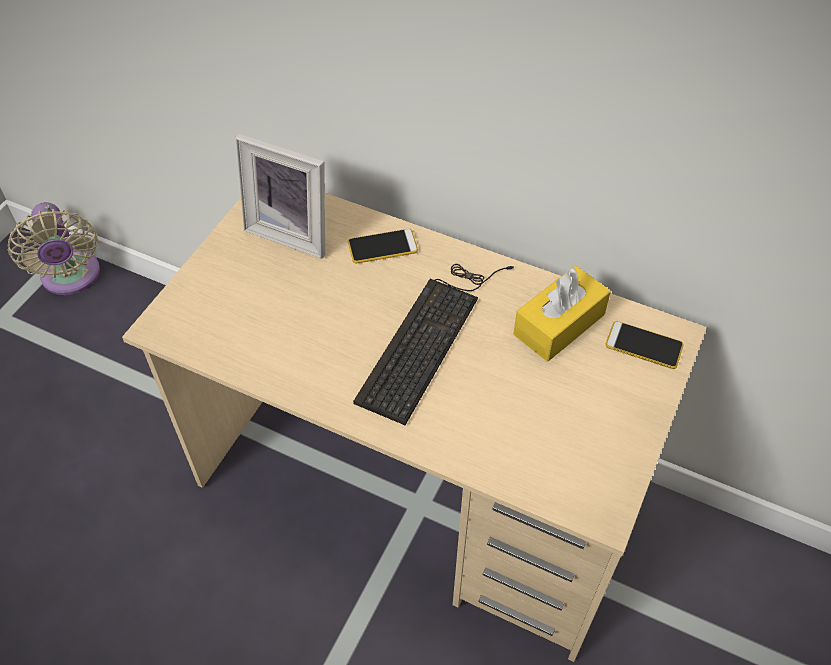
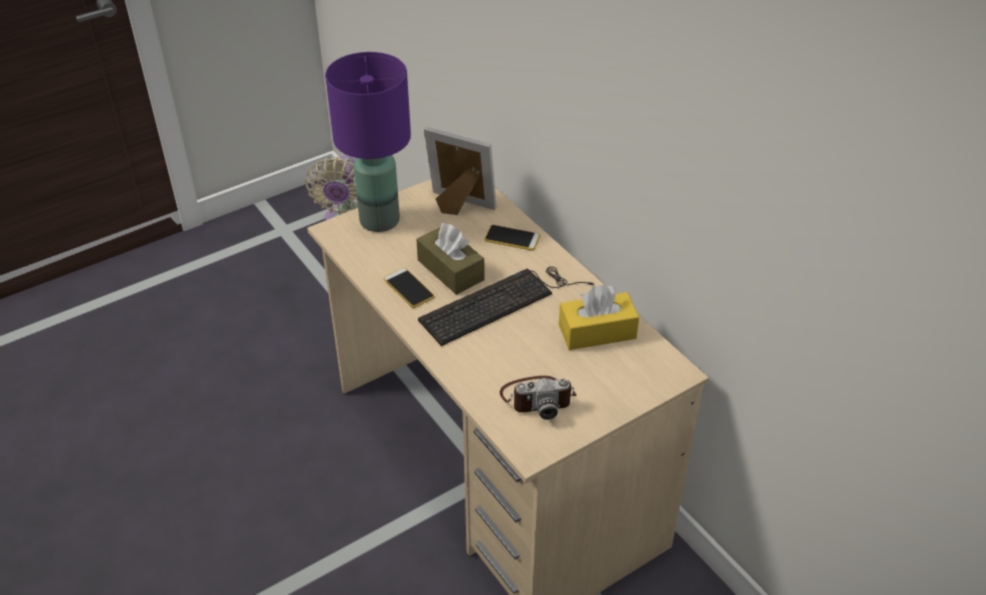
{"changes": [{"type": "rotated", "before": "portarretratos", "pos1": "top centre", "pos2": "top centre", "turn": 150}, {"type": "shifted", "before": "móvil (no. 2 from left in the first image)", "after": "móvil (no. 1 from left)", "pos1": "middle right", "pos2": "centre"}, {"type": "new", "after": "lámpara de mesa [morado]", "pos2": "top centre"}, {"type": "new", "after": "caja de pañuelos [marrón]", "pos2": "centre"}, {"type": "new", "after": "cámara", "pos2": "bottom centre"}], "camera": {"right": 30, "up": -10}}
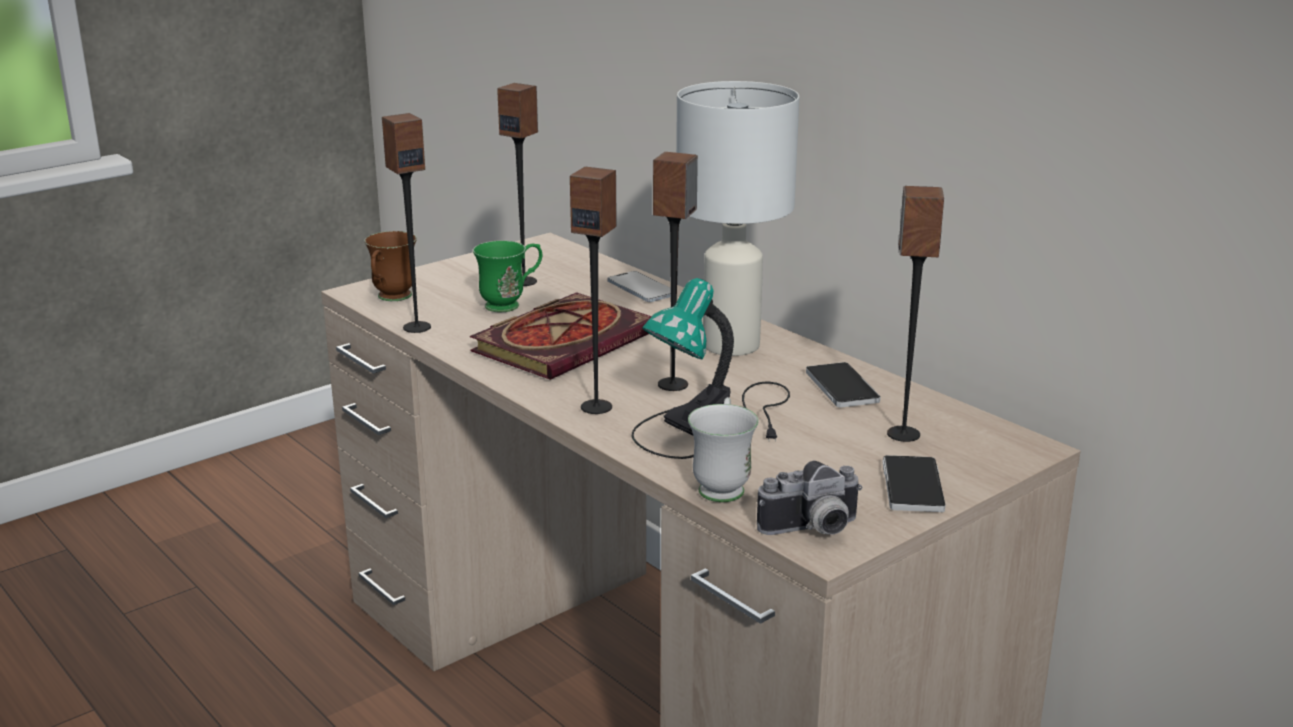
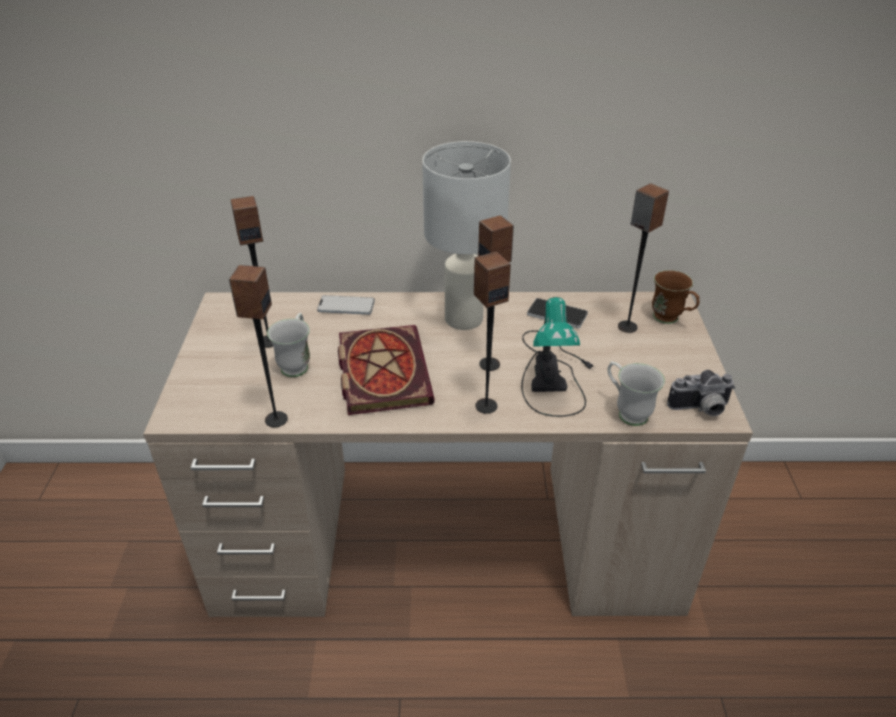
{"changes": [{"type": "shifted", "before": "taza grande [marrón]", "pos1": "middle left", "pos2": "middle right"}, {"type": "repainted", "before": "taza grande [verde]", "after": "taza grande [blanco] (no. 1 from left)", "pos1": "centre", "pos2": "middle left"}, {"type": "rotated", "before": "cámara", "pos1": "bottom centre", "pos2": "middle right", "turn": 60}, {"type": "gone", "before": "móvil (no. 3 from left)", "pos1": "middle right"}], "camera": {"right": -50, "up": 15}}
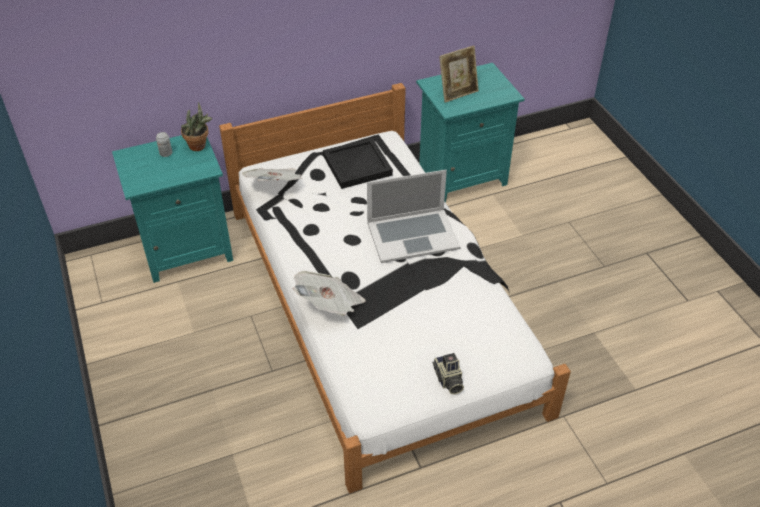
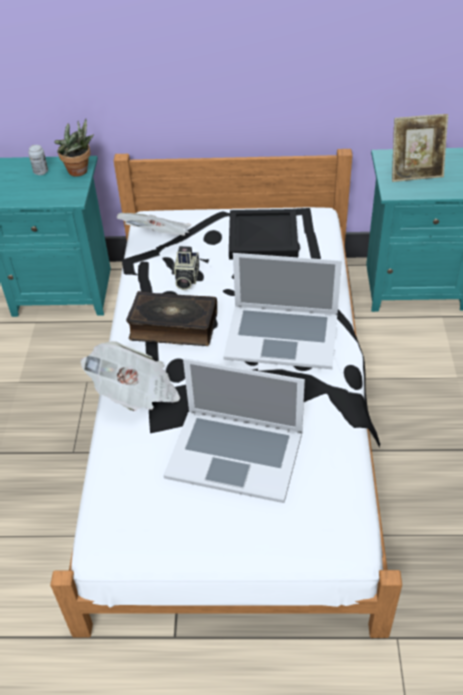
{"changes": [{"type": "shifted", "before": "cámara", "pos1": "bottom centre", "pos2": "centre"}, {"type": "new", "after": "libro", "pos2": "centre"}, {"type": "new", "after": "portátil (no. 1 from left)", "pos2": "centre"}], "camera": {"right": 25, "up": 0}}
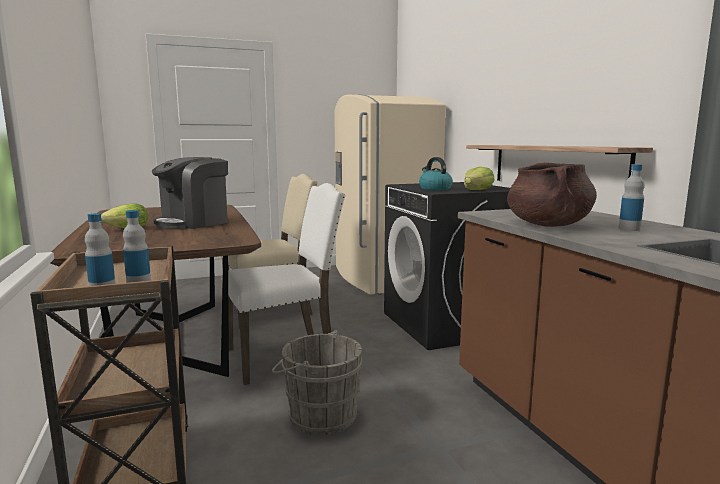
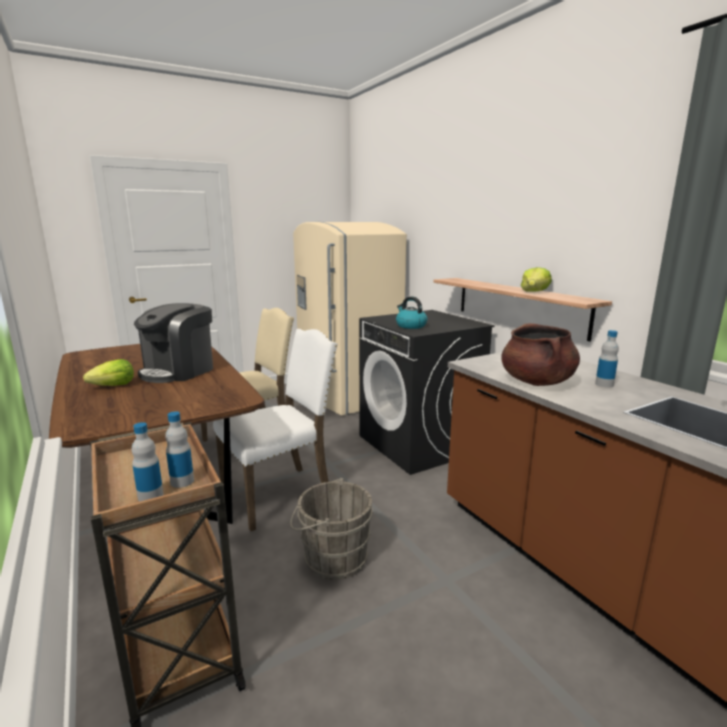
{"changes": [{"type": "shifted", "before": "lechuga (no. 2 from left)", "pos1": "centre", "pos2": "middle right"}], "camera": {"right": -10, "up": 5}}
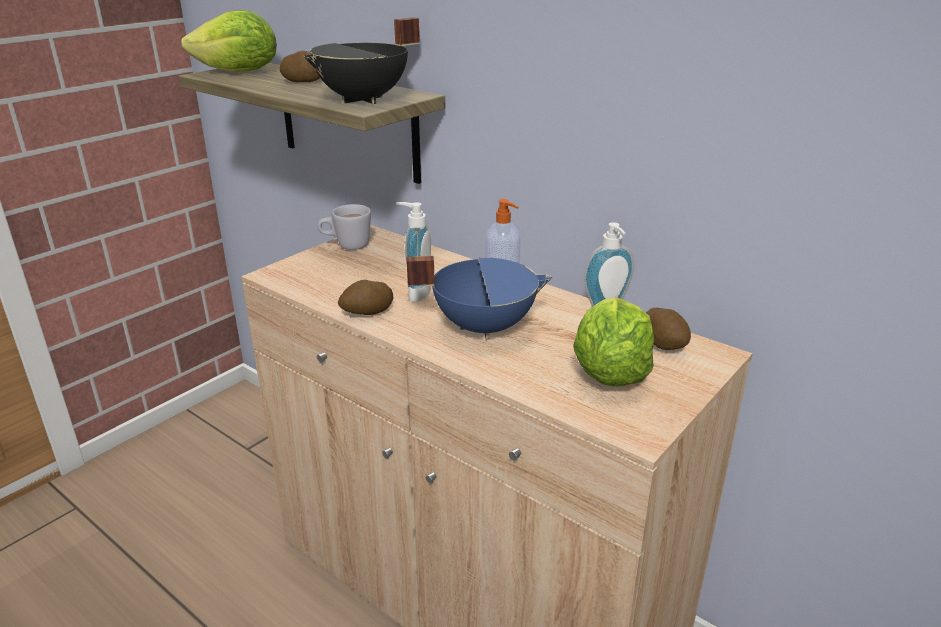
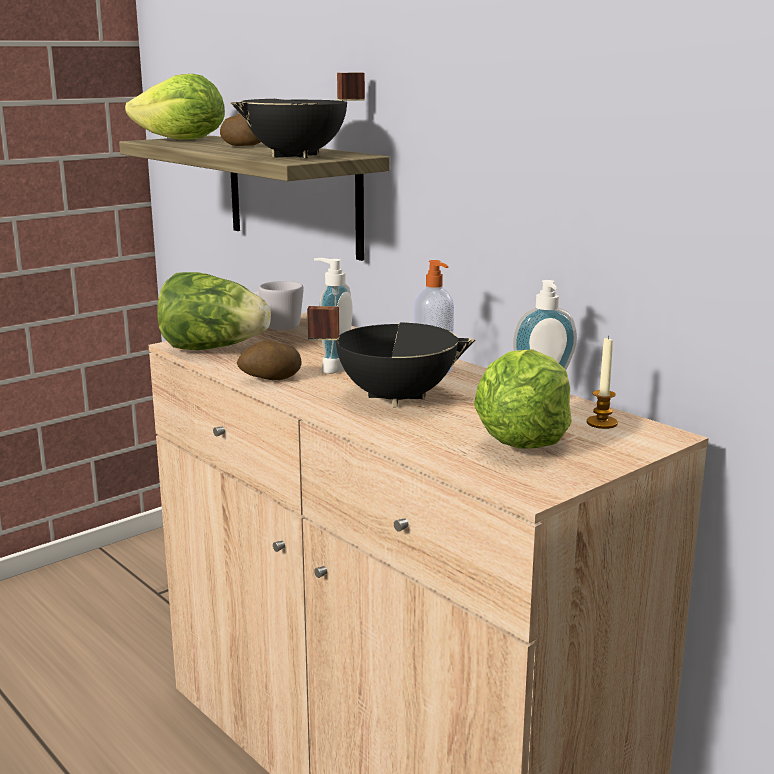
{"changes": [{"type": "repainted", "before": "olla [azul]", "after": "olla [negro] (no. 2 from left)", "pos1": "centre", "pos2": "centre"}, {"type": "swapped", "before": "patata (no. 3 from left)", "after": "vela", "pos1": "middle right", "pos2": "middle right"}, {"type": "new", "after": "lechuga (no. 2 from left)", "pos2": "middle left"}], "camera": {"right": 10, "up": -10}}
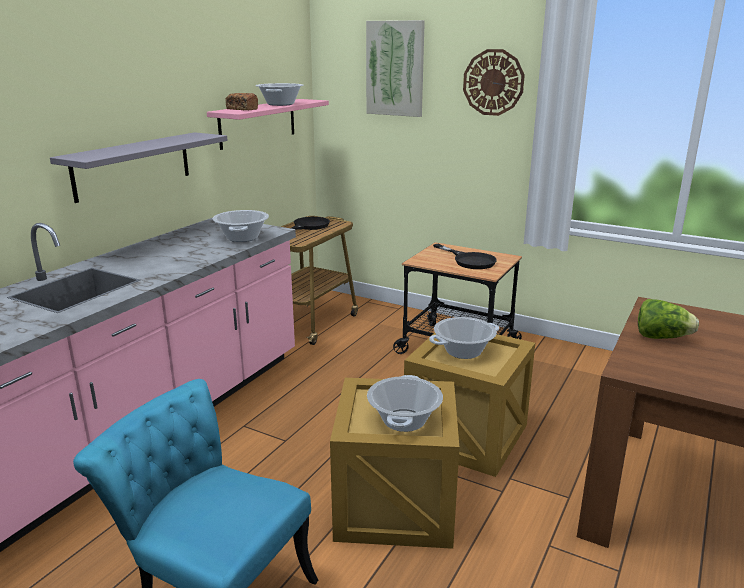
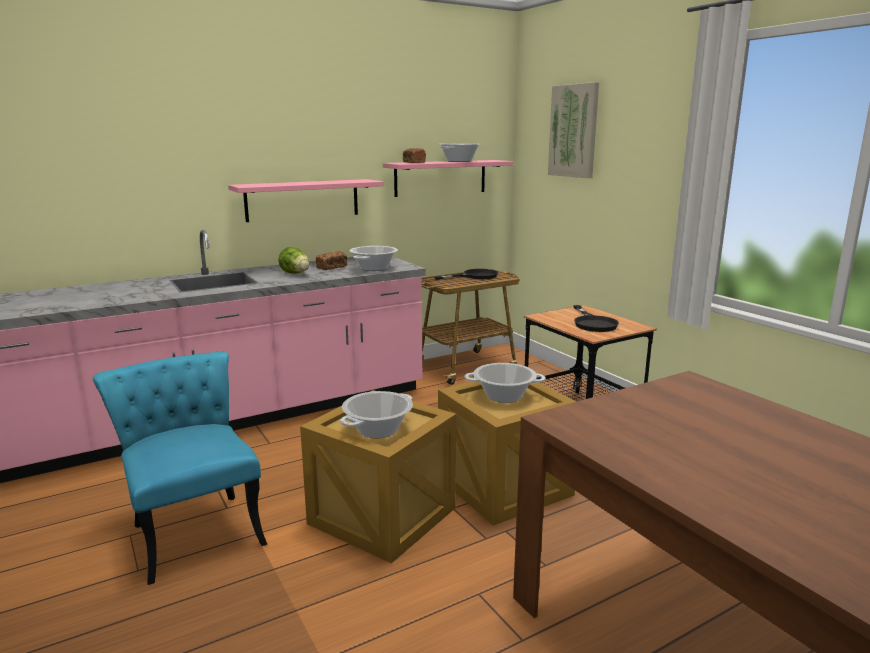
{"changes": [{"type": "repainted", "before": "estante [gris]", "after": "estante [rosa] (no. 1 from left)", "pos1": "top left", "pos2": "top centre"}, {"type": "gone", "before": "reloj de pared", "pos1": "top centre"}, {"type": "shifted", "before": "lechuga", "pos1": "middle right", "pos2": "centre"}, {"type": "new", "after": "pan (no. 1 from left)", "pos2": "centre"}], "camera": {"right": 30, "up": -5}}
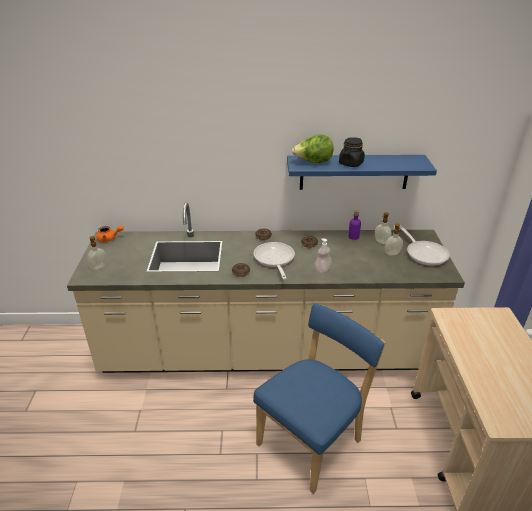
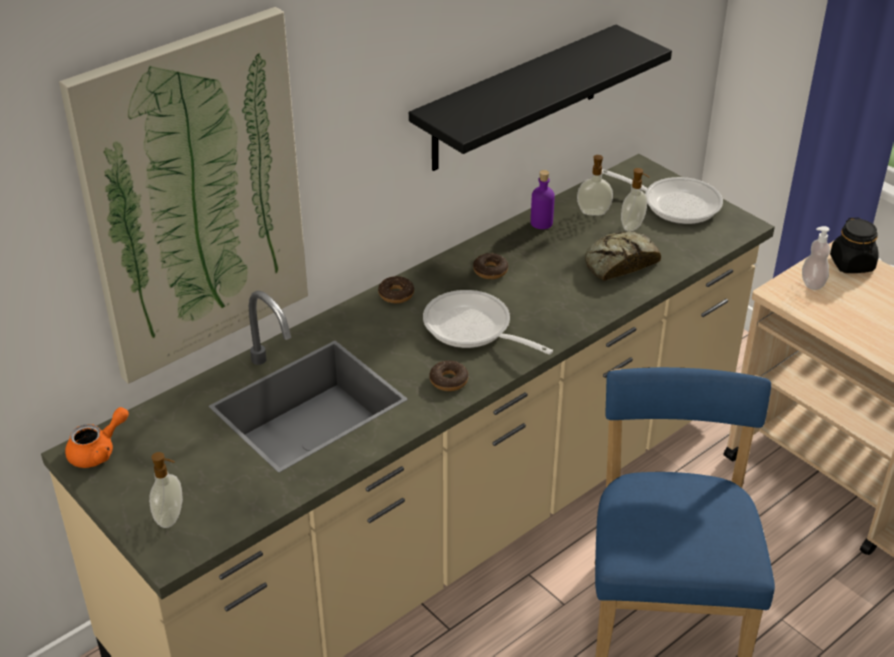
{"changes": [{"type": "repainted", "before": "estante [azul]", "after": "estante [negro]", "pos1": "middle right", "pos2": "top centre"}, {"type": "gone", "before": "lechuga", "pos1": "top centre"}, {"type": "shifted", "before": "dispensador de jabón (no. 2 from left in the first image)", "after": "dispensador de jabón (no. 4 from left)", "pos1": "centre", "pos2": "middle right"}, {"type": "shifted", "before": "tarro [negro]", "pos1": "top centre", "pos2": "middle right"}, {"type": "new", "after": "cuadro", "pos2": "top left"}, {"type": "new", "after": "pan", "pos2": "middle right"}], "camera": {"right": -40, "up": 5}}
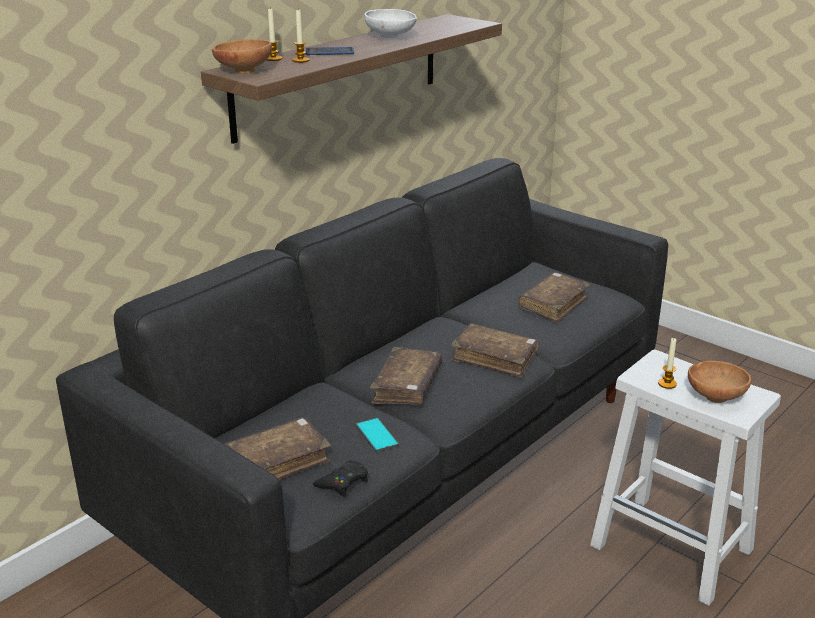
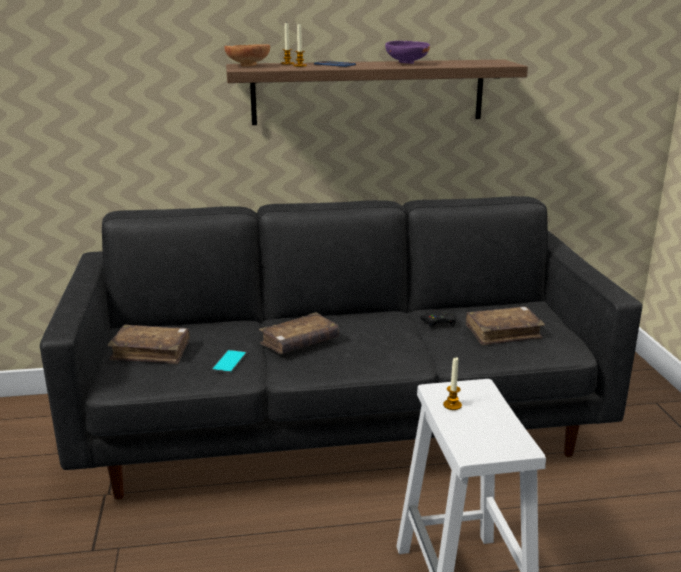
{"changes": [{"type": "shifted", "before": "mando de consola [negro]", "pos1": "bottom centre", "pos2": "centre"}, {"type": "repainted", "before": "cuenco [blanco]", "after": "cuenco [morado]", "pos1": "top centre", "pos2": "top centre"}, {"type": "gone", "before": "libro [marrón] (no. 3 from left)", "pos1": "centre"}, {"type": "gone", "before": "cuenco [marrón] (no. 2 from left)", "pos1": "middle right"}], "camera": {"right": 40, "up": -5}}
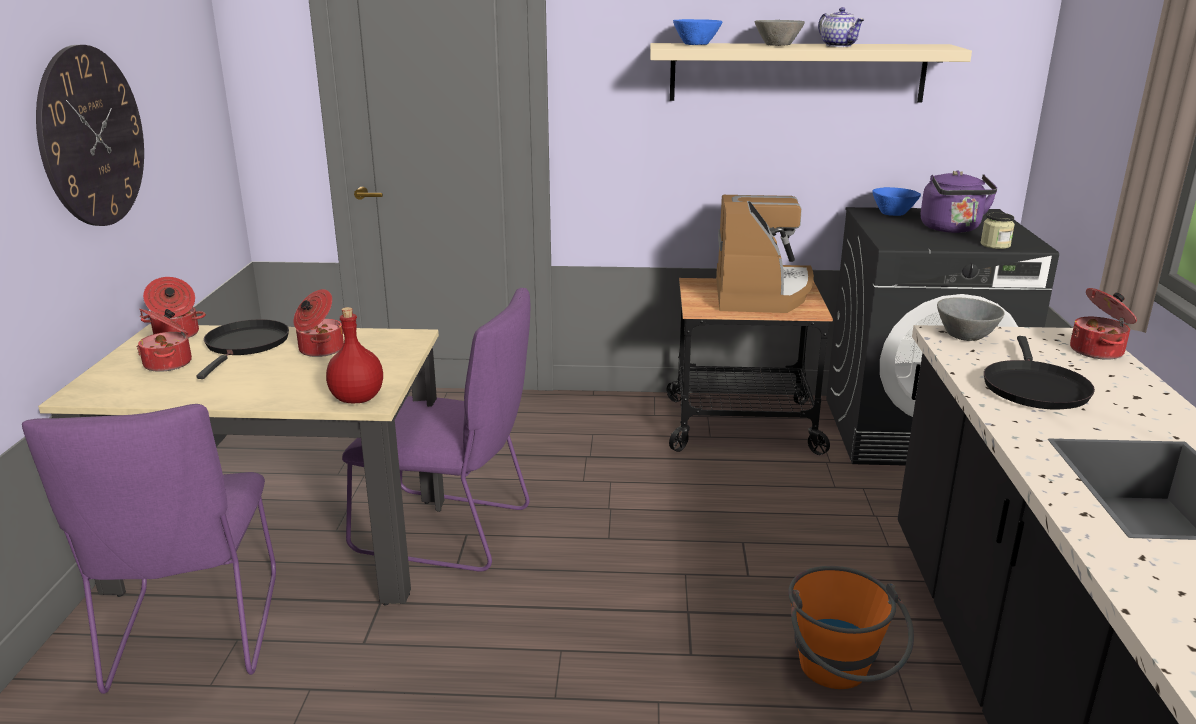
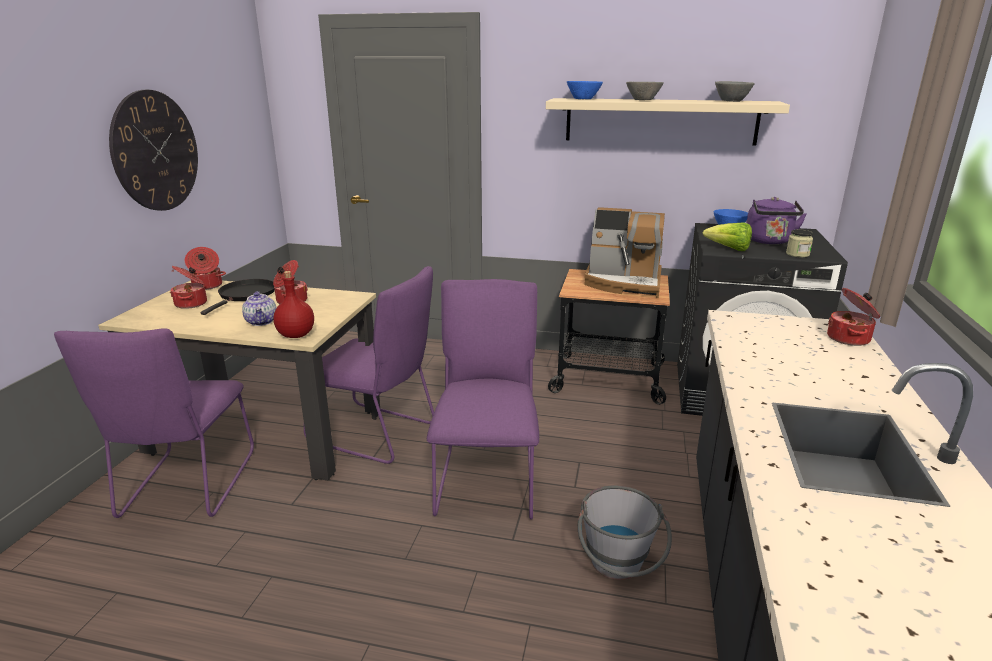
{"changes": [{"type": "rotated", "before": "cafetera", "pos1": "centre", "pos2": "centre", "turn": 90}, {"type": "repainted", "before": "cubo [naranja]", "after": "cubo [gris]", "pos1": "bottom right", "pos2": "bottom centre"}, {"type": "shifted", "before": "tetera", "pos1": "top right", "pos2": "middle left"}, {"type": "shifted", "before": "cuenco [gris] (no. 2 from left)", "pos1": "middle right", "pos2": "top right"}, {"type": "gone", "before": "sartén [negro] (no. 2 from left)", "pos1": "middle right"}, {"type": "new", "after": "silla [morado] (no. 3 from left)", "pos2": "centre"}, {"type": "new", "after": "lechuga", "pos2": "middle right"}], "camera": {"right": 10, "up": 0}}
